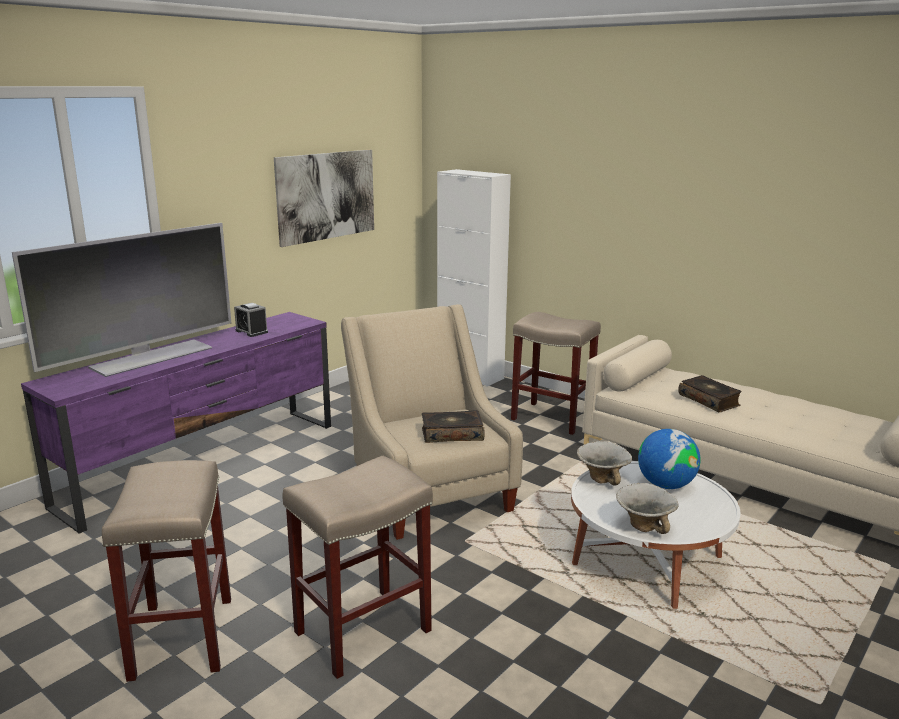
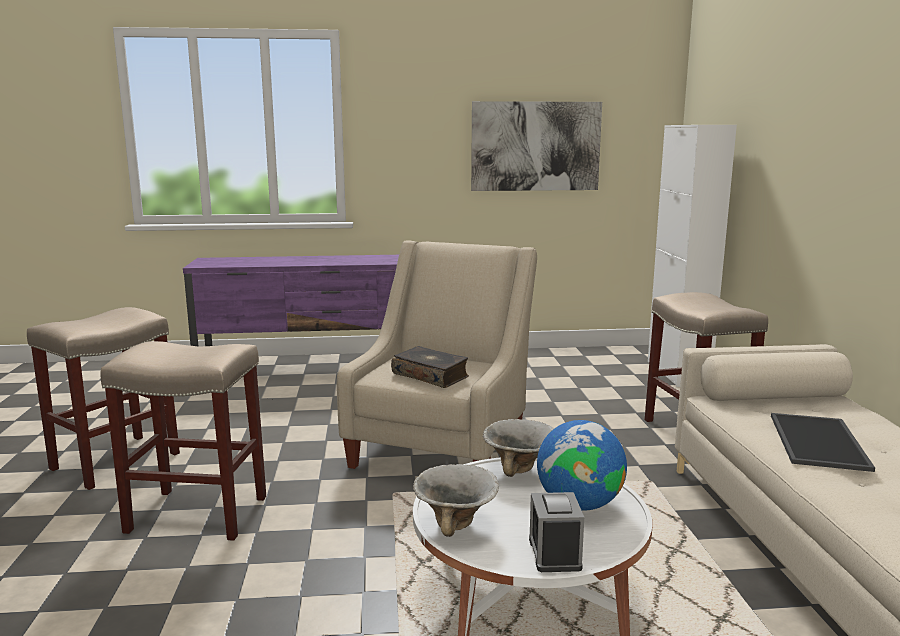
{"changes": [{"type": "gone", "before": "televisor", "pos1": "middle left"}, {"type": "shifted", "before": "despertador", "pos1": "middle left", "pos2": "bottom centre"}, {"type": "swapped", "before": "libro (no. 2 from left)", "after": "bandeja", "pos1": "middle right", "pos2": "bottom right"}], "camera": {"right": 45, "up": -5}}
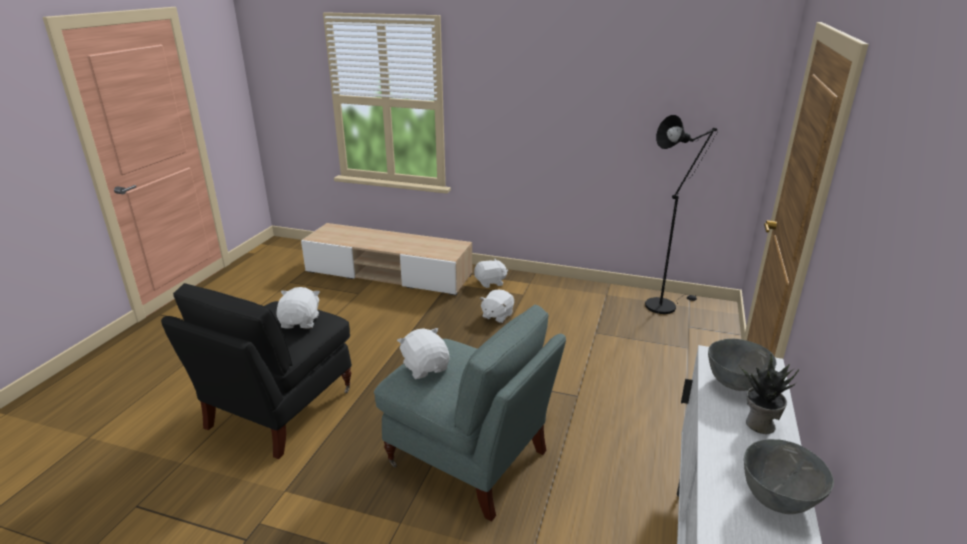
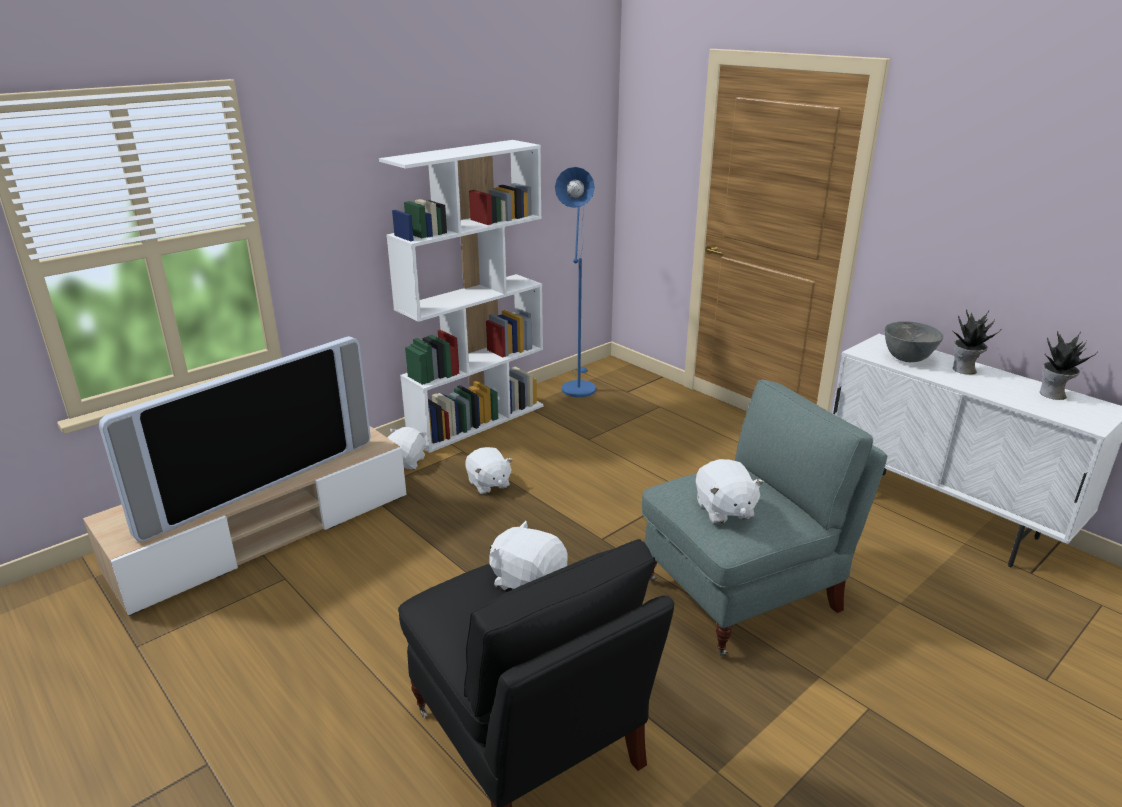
{"changes": [{"type": "rotated", "before": "peluche [blanco] (no. 2 from left in the first image)", "pos1": "centre", "pos2": "centre", "turn": -105}, {"type": "repainted", "before": "lámpara de pie [negro]", "after": "lámpara de pie [azul]", "pos1": "middle right", "pos2": "centre"}, {"type": "swapped", "before": "cuenco [gris] (no. 2 from left)", "after": "planta en maceta (no. 2 from left)", "pos1": "bottom right", "pos2": "middle right"}, {"type": "new", "after": "televisor", "pos2": "middle left"}, {"type": "new", "after": "estantería [blanco]", "pos2": "centre"}], "camera": {"right": -60, "up": 0}}
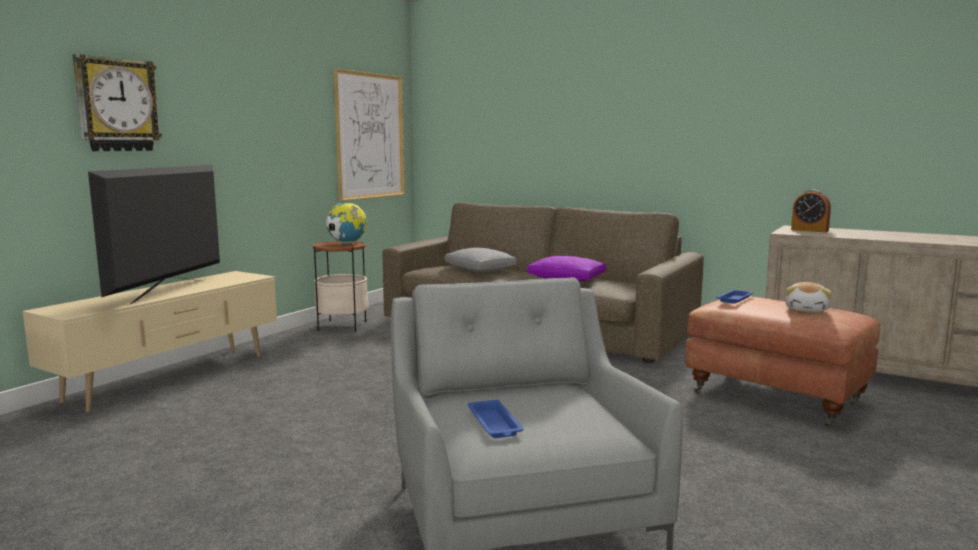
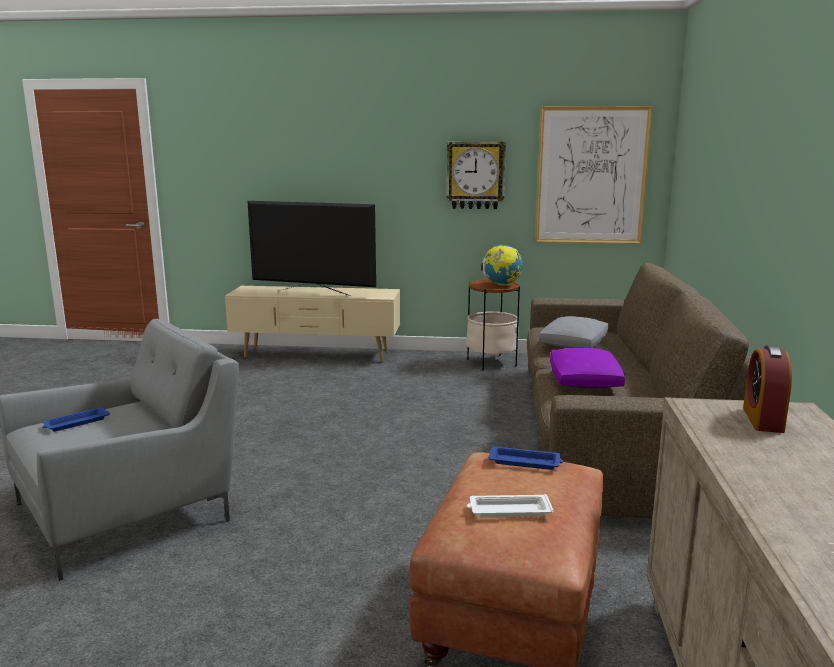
{"changes": [{"type": "shifted", "before": "reloj de pared", "pos1": "top left", "pos2": "top centre"}, {"type": "rotated", "before": "televisor", "pos1": "middle left", "pos2": "centre", "turn": -150}, {"type": "swapped", "before": "peluche", "after": "bandeja [blanco]", "pos1": "middle right", "pos2": "bottom centre"}], "camera": {"right": 65, "up": 5}}
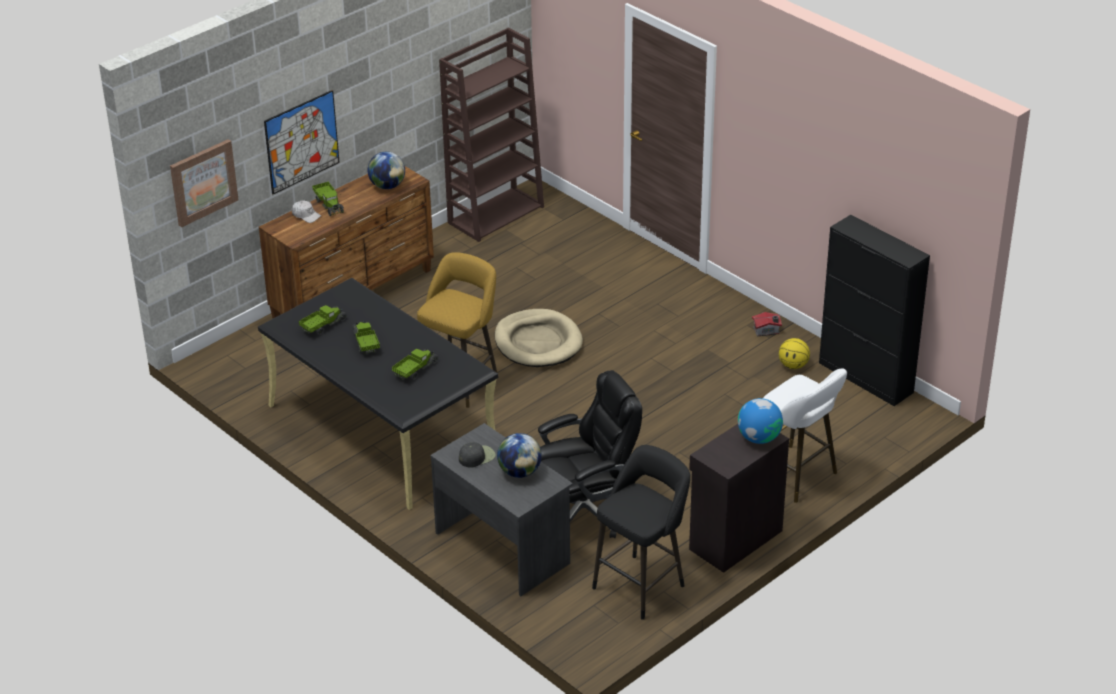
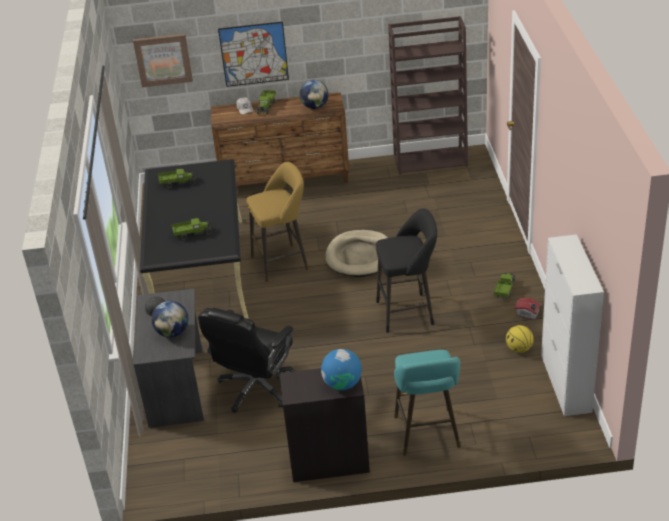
{"changes": [{"type": "shifted", "before": "camión de juguete (no. 3 from left in the first image)", "after": "camión de juguete (no. 4 from left)", "pos1": "middle left", "pos2": "middle right"}, {"type": "rotated", "before": "silla de oficina [negro]", "pos1": "centre", "pos2": "bottom centre", "turn": 105}, {"type": "shifted", "before": "taburete [negro]", "pos1": "bottom centre", "pos2": "centre"}, {"type": "repainted", "before": "taburete [blanco]", "after": "taburete [turquesa]", "pos1": "middle right", "pos2": "bottom centre"}, {"type": "repainted", "before": "armario [negro] (no. 2 from left)", "after": "armario [blanco]", "pos1": "middle right", "pos2": "middle right"}], "camera": {"right": 40, "up": 0}}
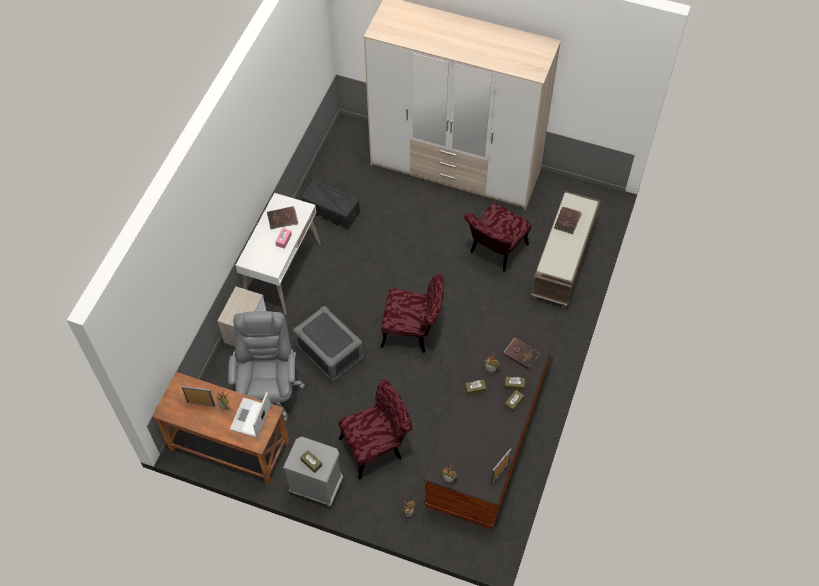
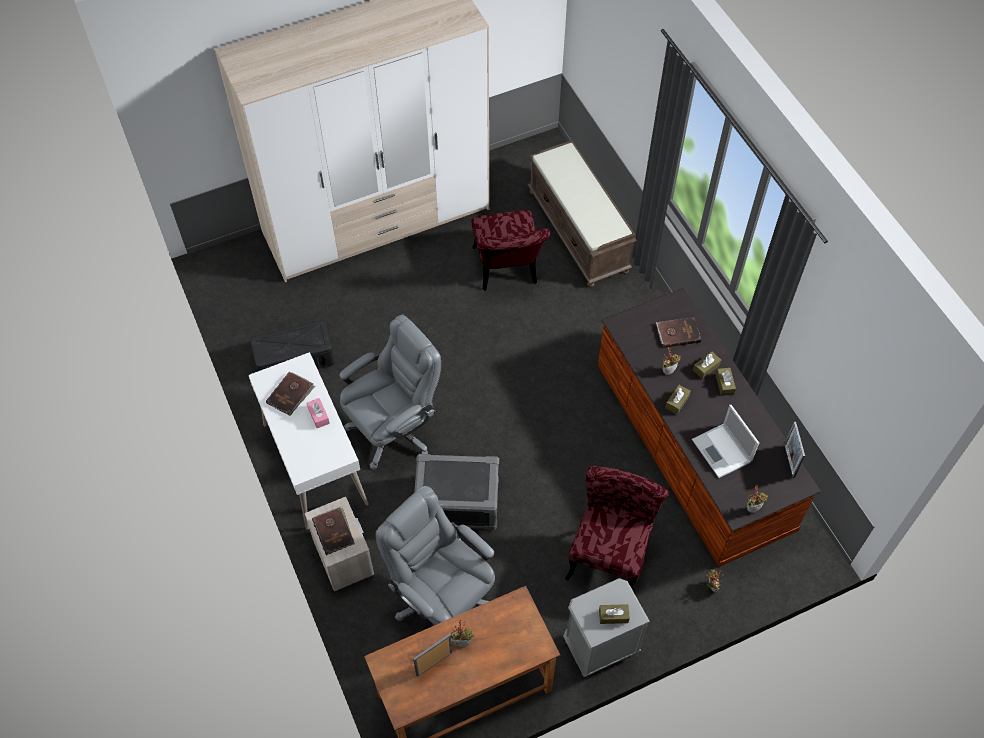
{"changes": [{"type": "shifted", "before": "portátil", "pos1": "bottom left", "pos2": "middle right"}, {"type": "gone", "before": "silla [rojo] (no. 2 from left)", "pos1": "centre"}, {"type": "shifted", "before": "libro [marrón] (no. 3 from left in the first image)", "after": "libro [marrón] (no. 2 from left)", "pos1": "middle right", "pos2": "bottom centre"}, {"type": "new", "after": "silla de oficina [gris] (no. 1 from left)", "pos2": "centre"}], "camera": {"right": -45, "up": 0}}
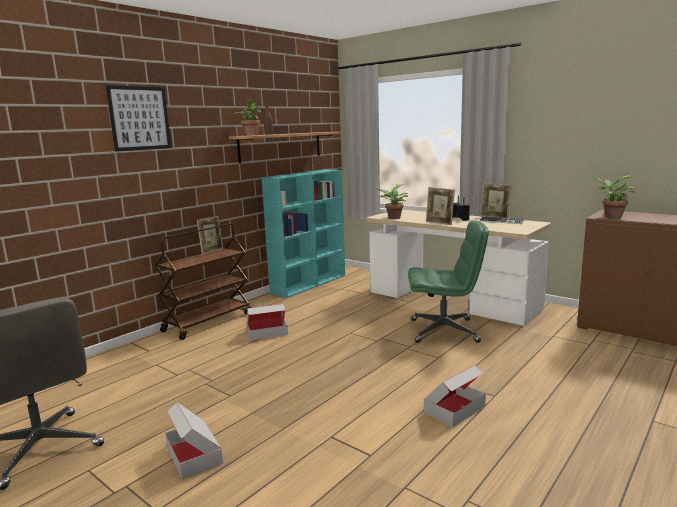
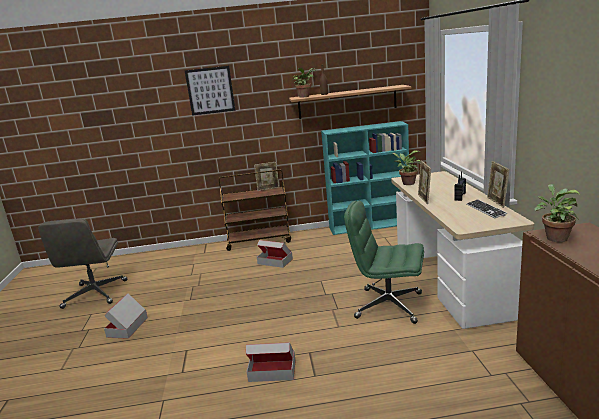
{"changes": [{"type": "rotated", "before": "silla de oficina [verde]", "pos1": "centre", "pos2": "centre", "turn": 150}], "camera": {"right": 45, "up": 5}}
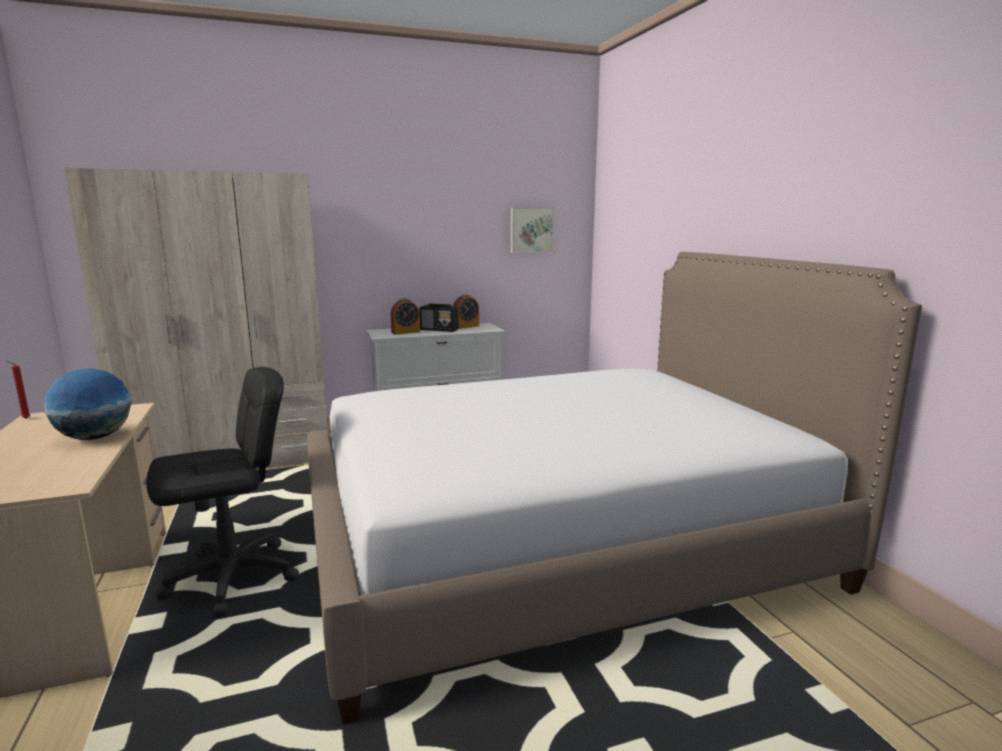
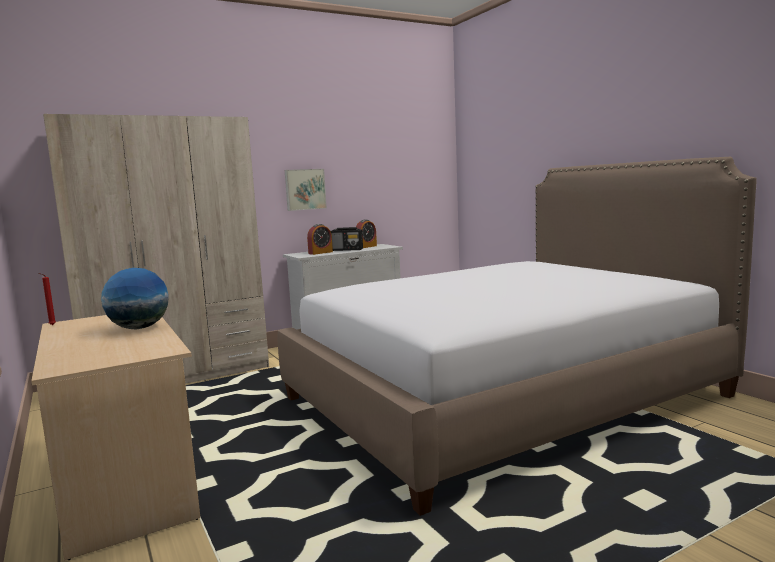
{"changes": [{"type": "gone", "before": "silla de oficina [negro]", "pos1": "middle left"}, {"type": "shifted", "before": "cuadro", "pos1": "top centre", "pos2": "centre"}], "camera": {"right": -10, "up": -5}}
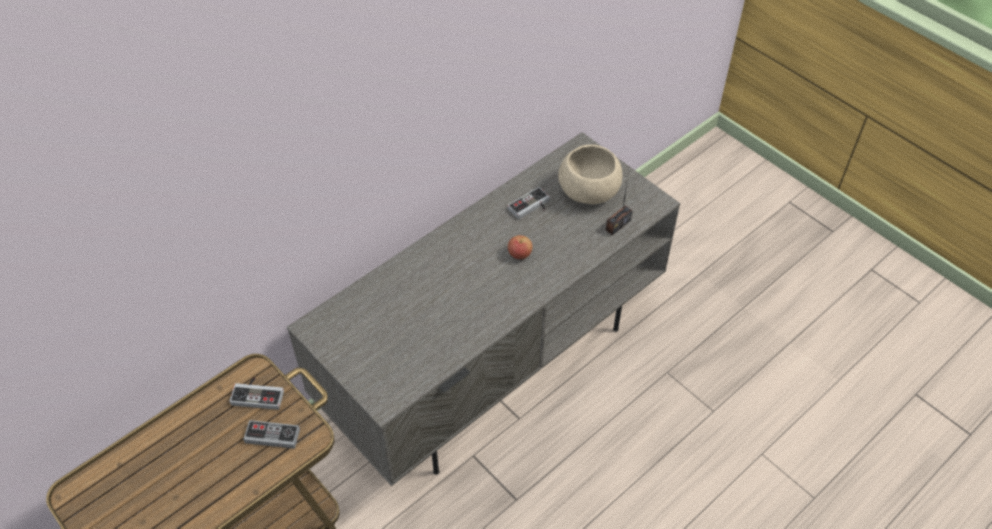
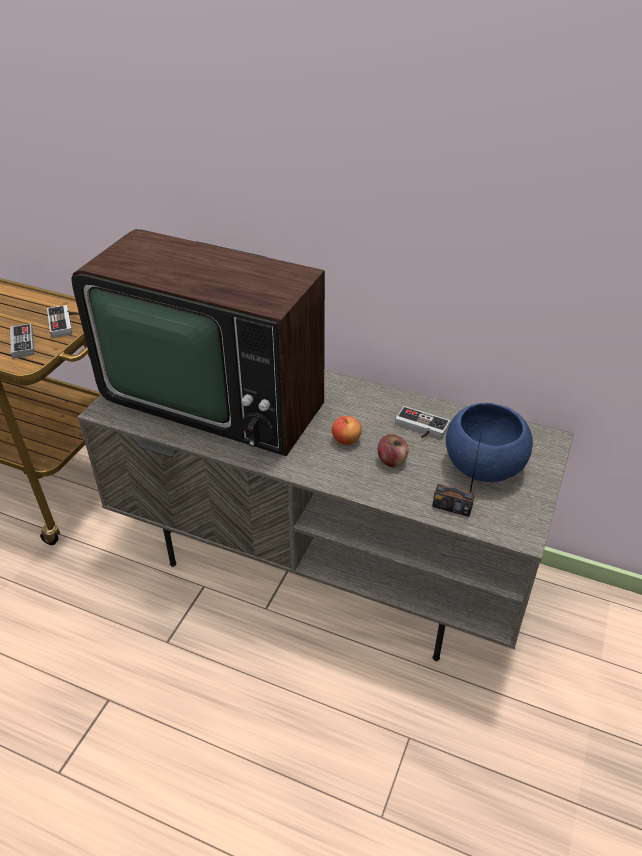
{"changes": [{"type": "repainted", "before": "cuenco [beis]", "after": "cuenco [azul]", "pos1": "top centre", "pos2": "middle right"}, {"type": "new", "after": "televisor", "pos2": "middle left"}, {"type": "new", "after": "manzana (no. 2 from left)", "pos2": "centre"}], "camera": {"right": 65, "up": -10}}
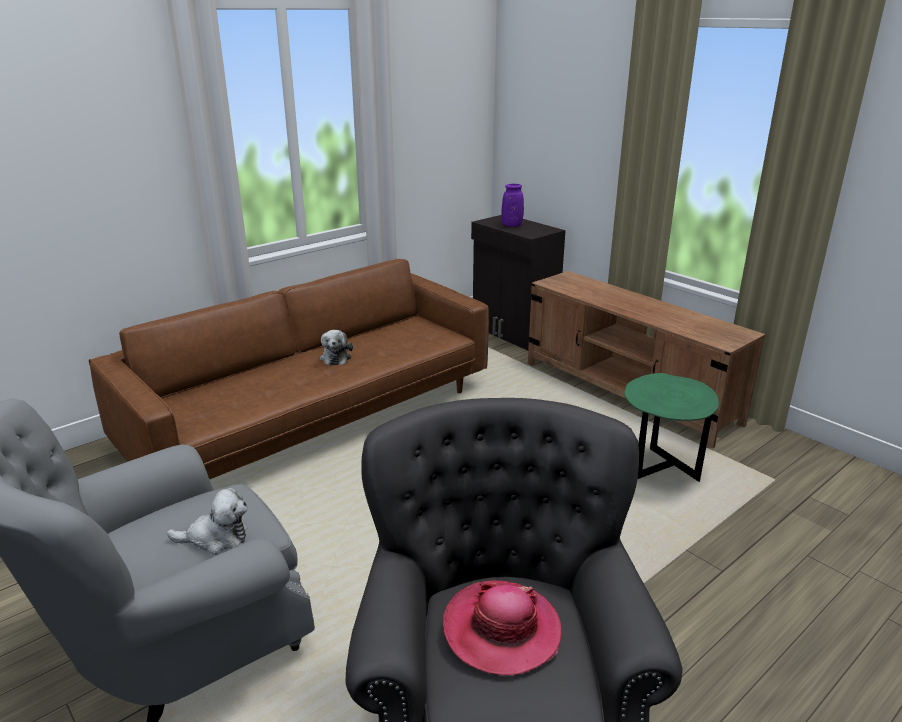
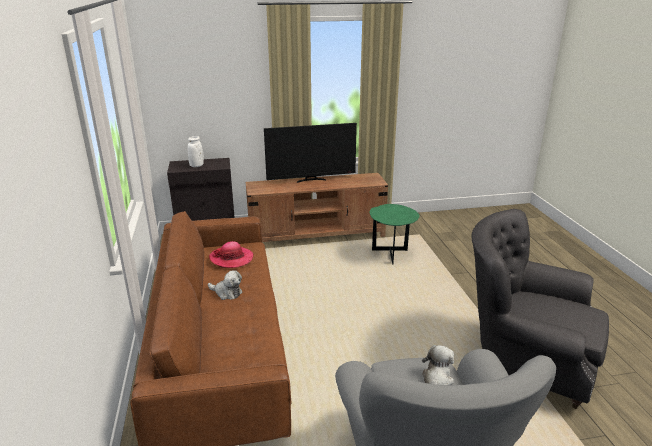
{"changes": [{"type": "shifted", "before": "sombrero", "pos1": "bottom centre", "pos2": "centre"}, {"type": "repainted", "before": "florero [morado]", "after": "florero [blanco]", "pos1": "top centre", "pos2": "middle left"}, {"type": "new", "after": "televisor", "pos2": "centre"}], "camera": {"right": -60, "up": 0}}
